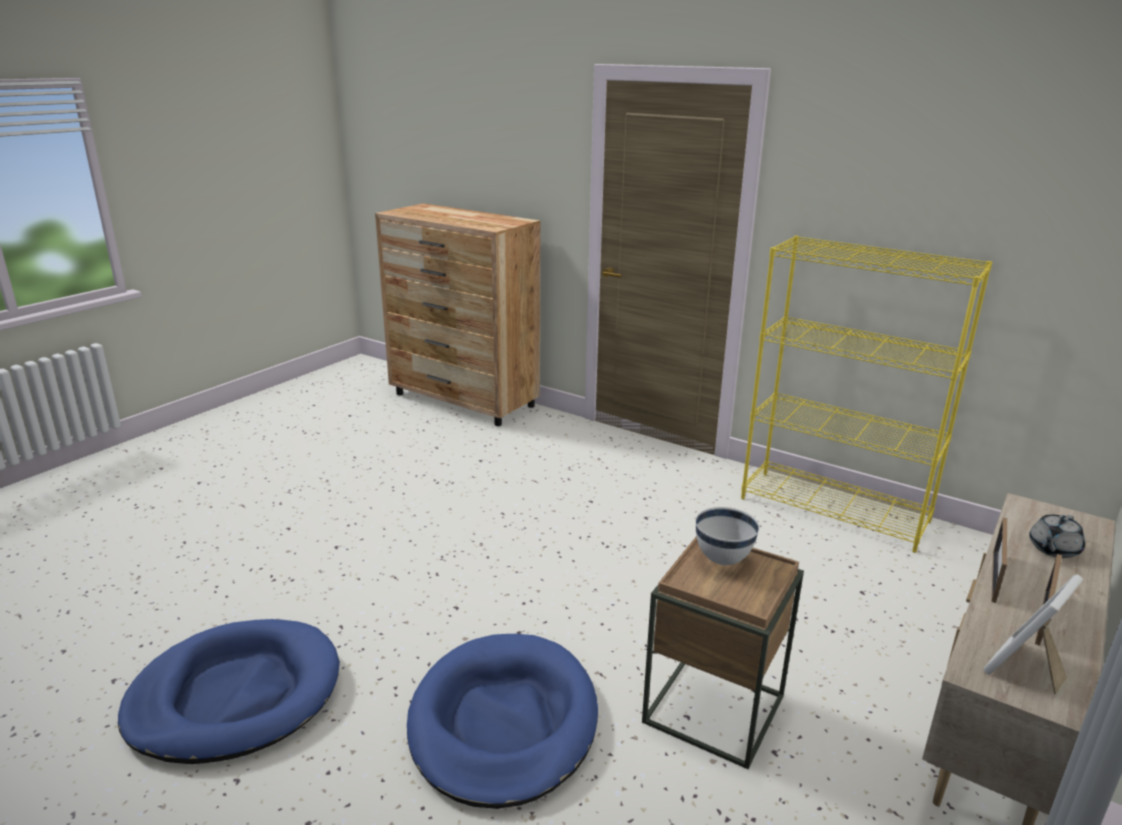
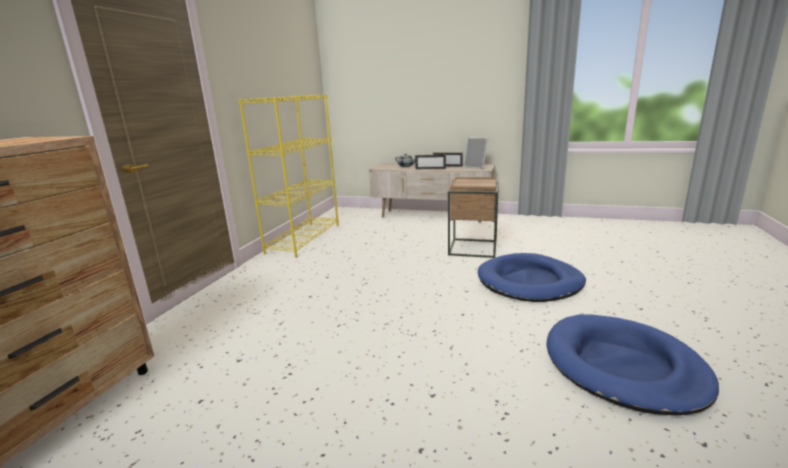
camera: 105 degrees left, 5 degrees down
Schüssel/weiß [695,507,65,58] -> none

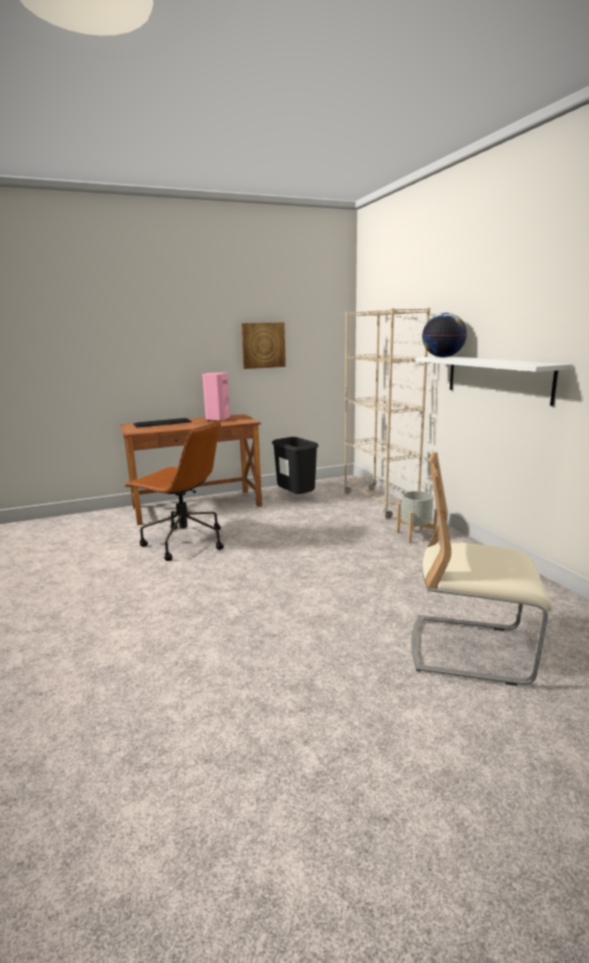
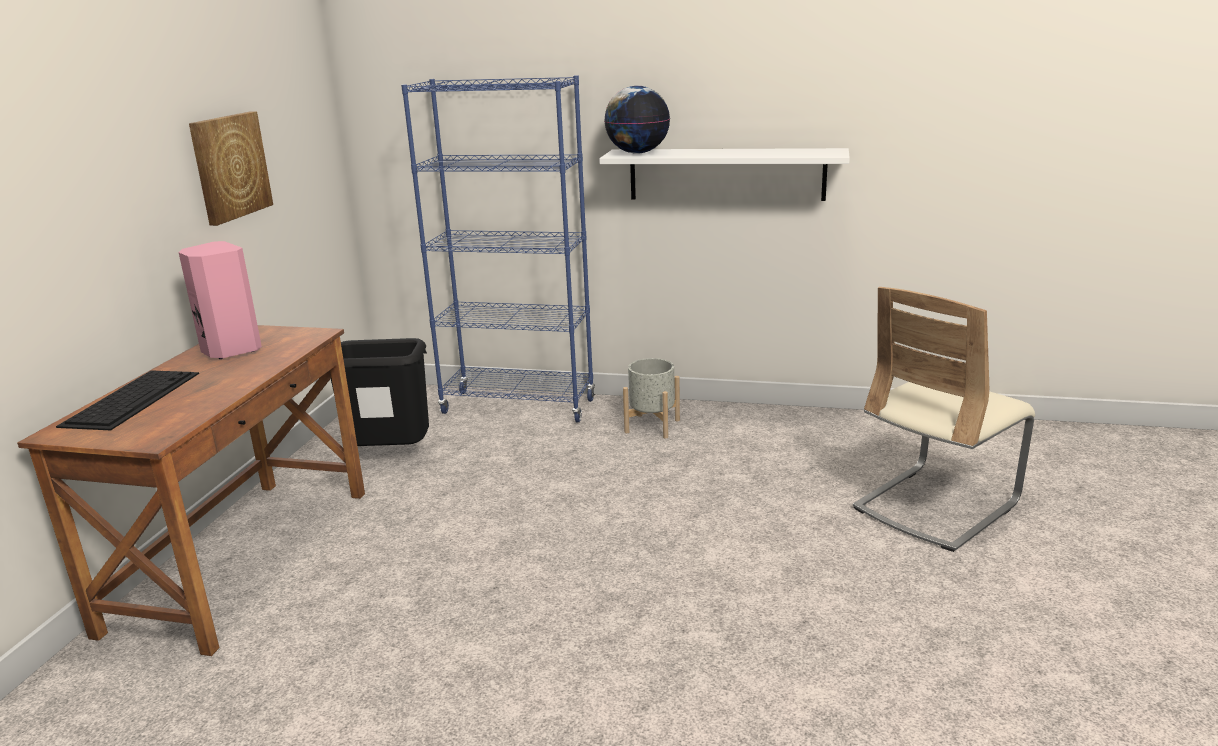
camera: 55 degrees left, 5 degrees up
Bücherregal/beige [344,308,86,211] -> Bücherregal/blau [401,75,194,347]
Bürostuhl/braun [124,421,100,140] -> none

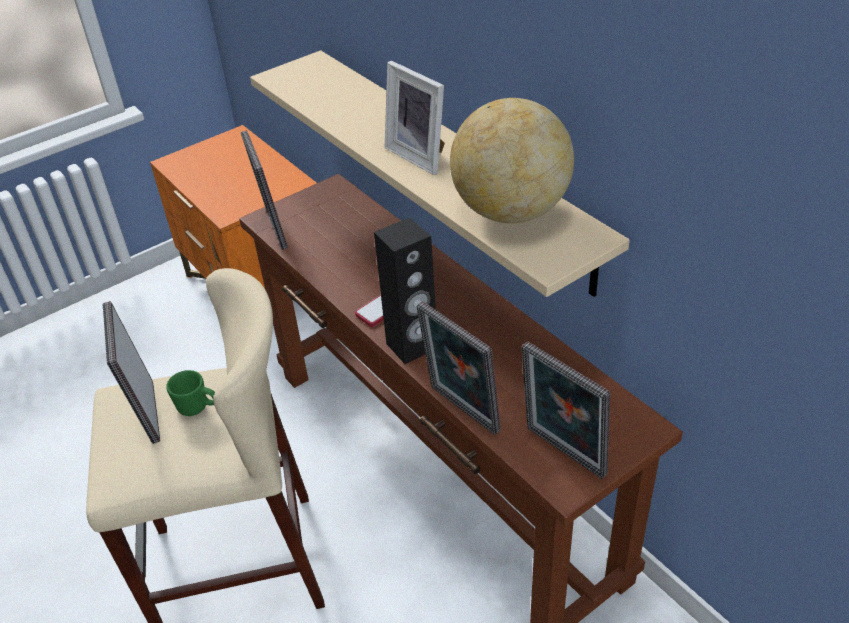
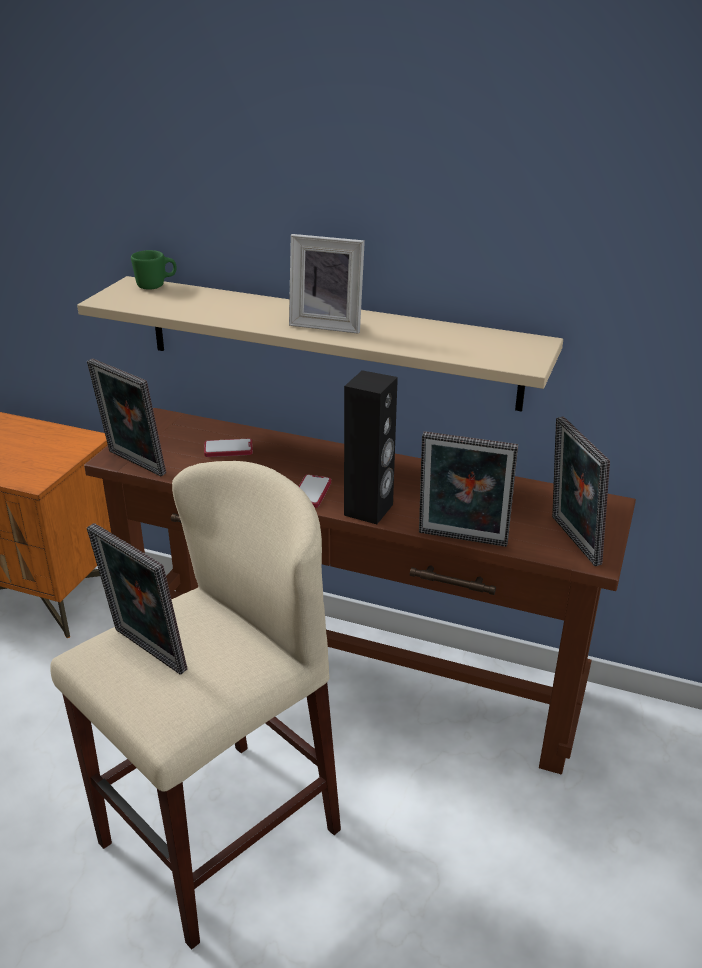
camera: 35 degrees left, 10 degrees down
Henkelbecher/grün [166,370,49,46] -> Henkelbecher/grün [131,250,46,40], moved
none -> Handy [204,439,49,18]
Bilderrahmen [522,341,88,138] -> Bilderrahmen [552,416,58,150], 60 degrees clockwise
Globus [450,98,124,125] -> none

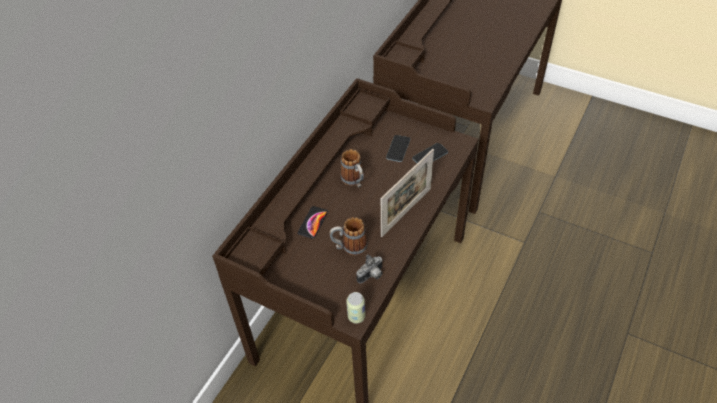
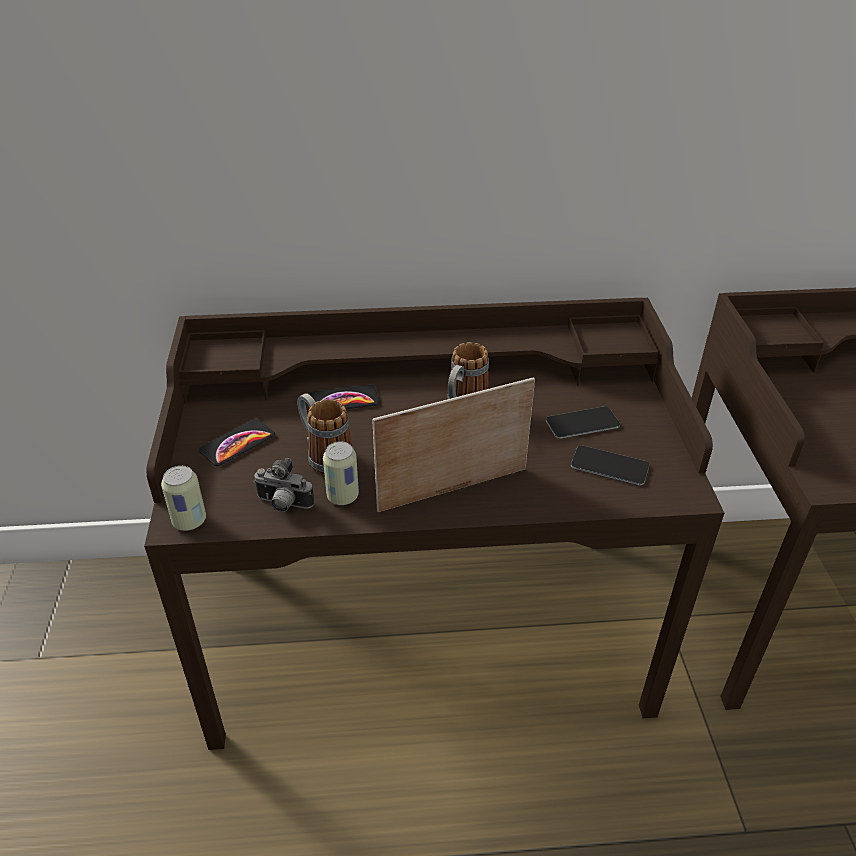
camera: 55 degrees right, 10 degrees down
none -> Handy [199,419,76,47]
none -> Dose [323,441,36,64]
Bilderrahmen [381,149,53,88] -> Bilderrahmen [372,377,163,135], 150 degrees clockwise

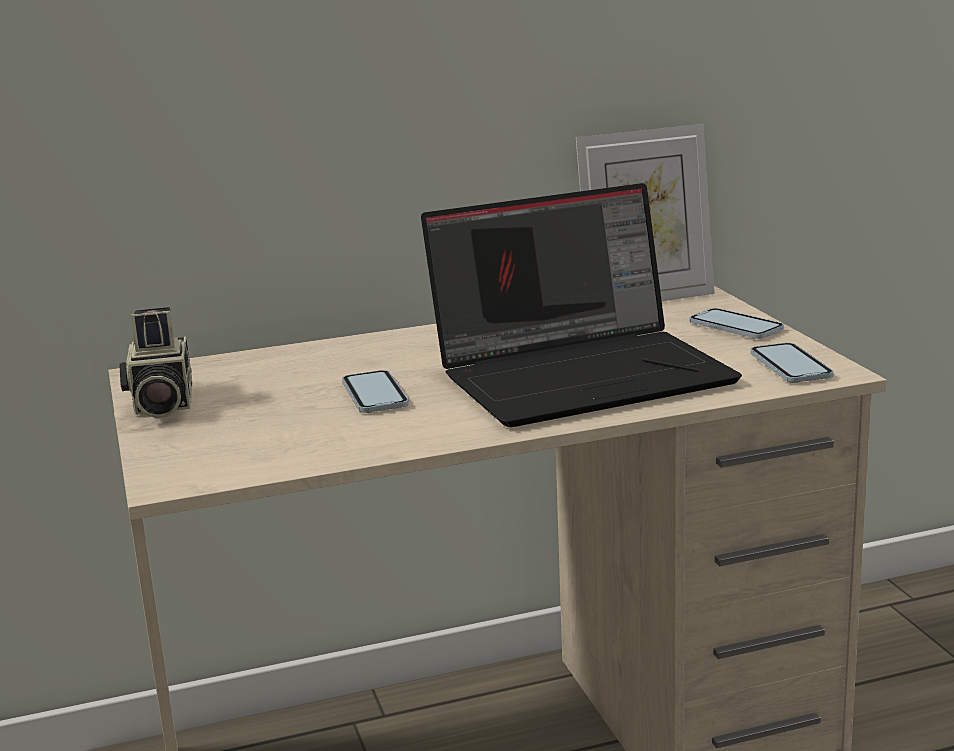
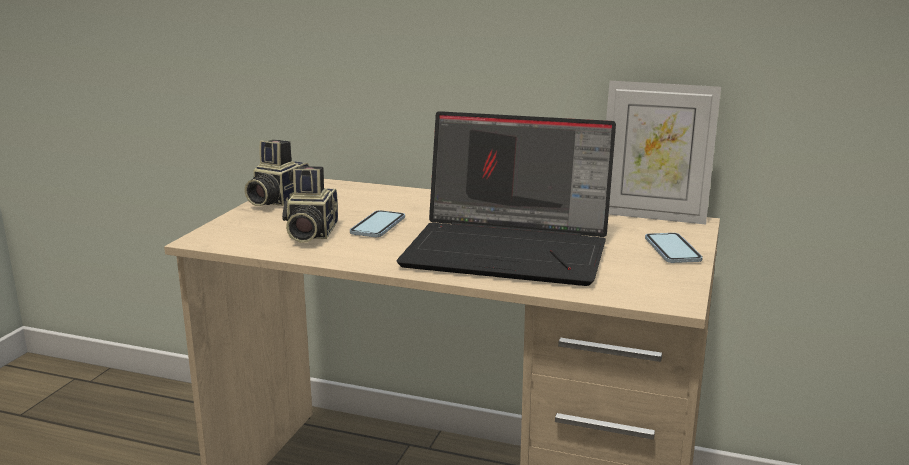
camera: 35 degrees right, 0 degrees up
none -> Kamera [282,166,56,77]
Handy [750,343,84,40] -> none

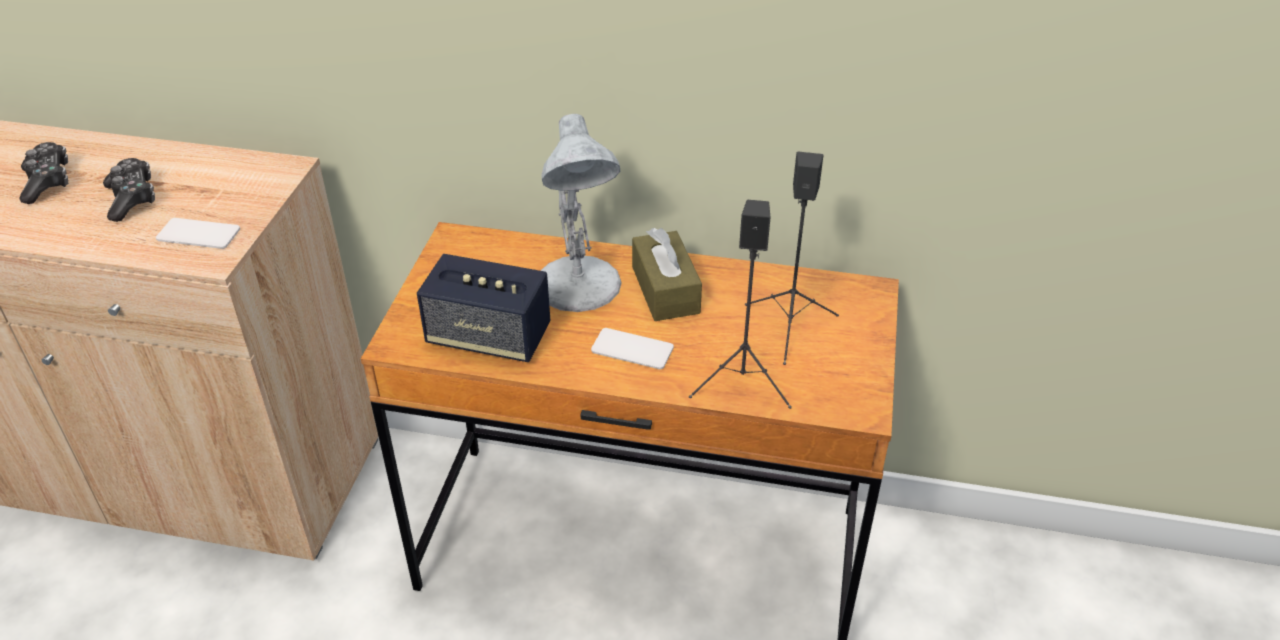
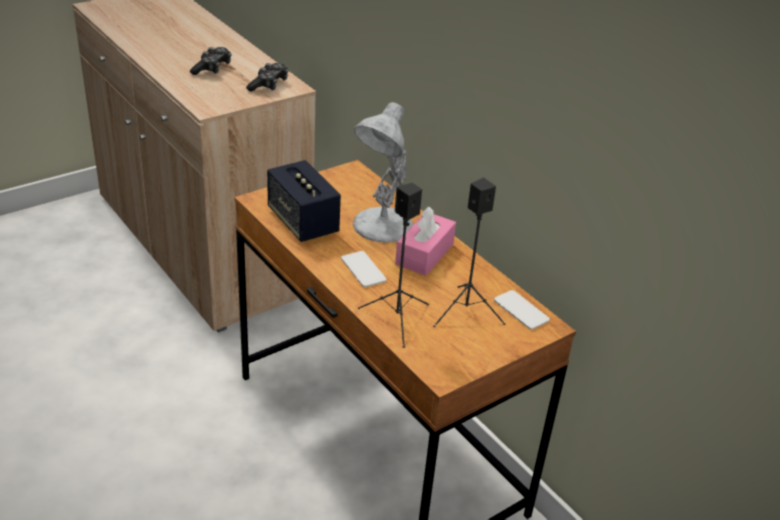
camera: 40 degrees right, 5 degrees down
Gamepad [19,142,49,62] -> Gamepad [246,63,43,29], moved
Taschentuchbox/braun [632,228,70,93] -> Taschentuchbox/rosa [395,207,61,69]
Handy [156,218,84,31] -> Handy [494,290,56,40], moved

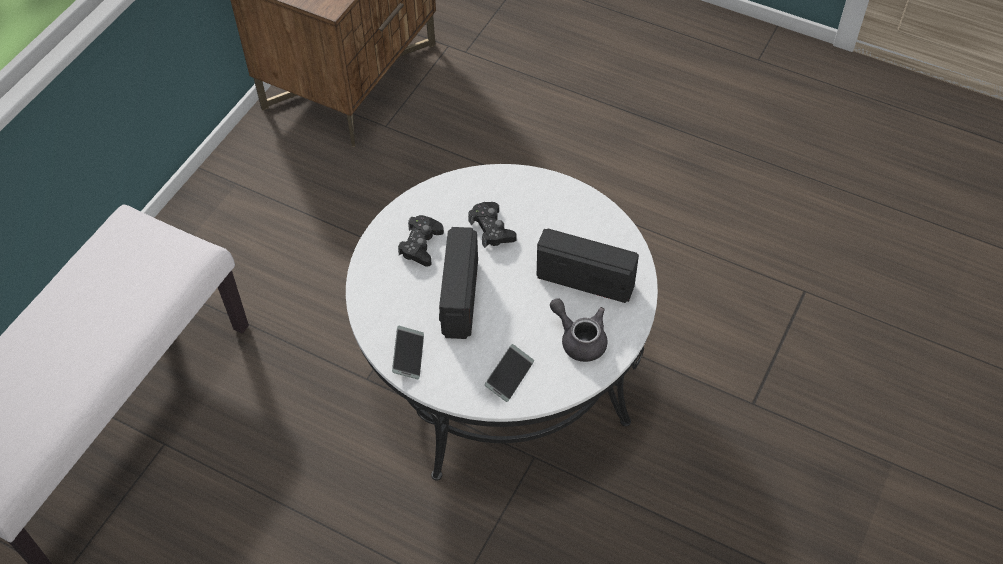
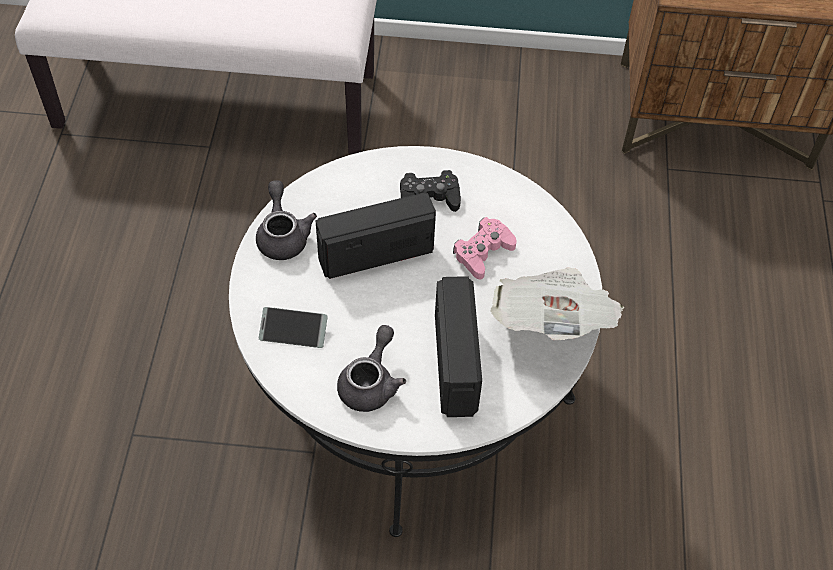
camera: 65 degrees right, 0 degrees up
Handy [392,326,32,54] -> Teekanne/grau [256,180,61,80]
Gamepad/schwarz [468,202,49,46] -> Gamepad/rosa [453,217,64,62]
none -> Zeitung [490,267,134,73]

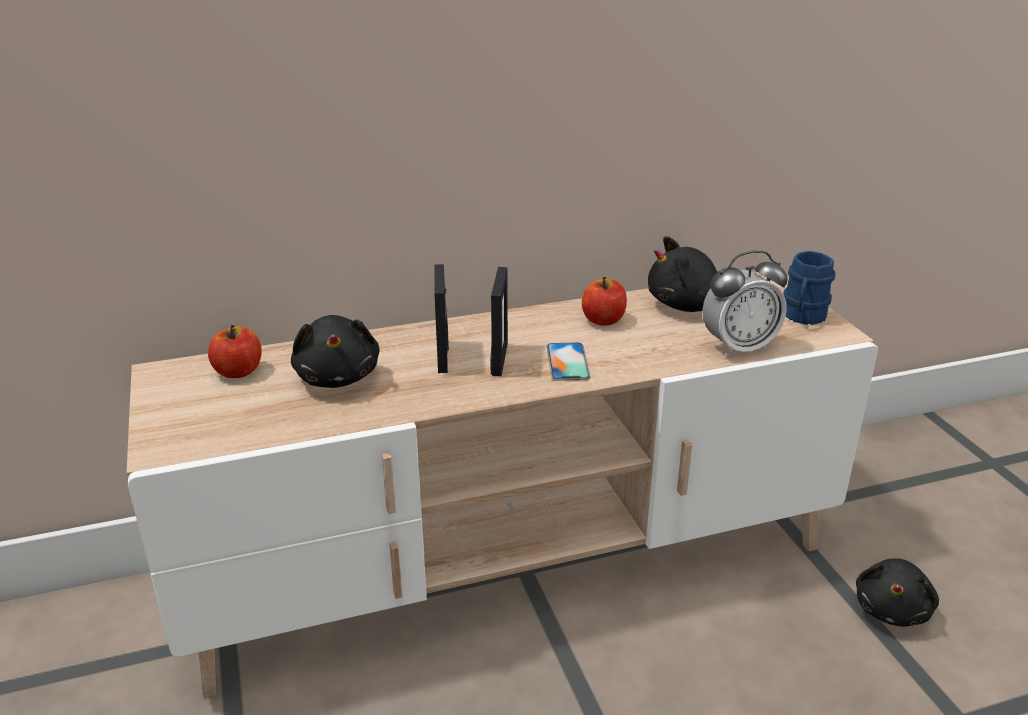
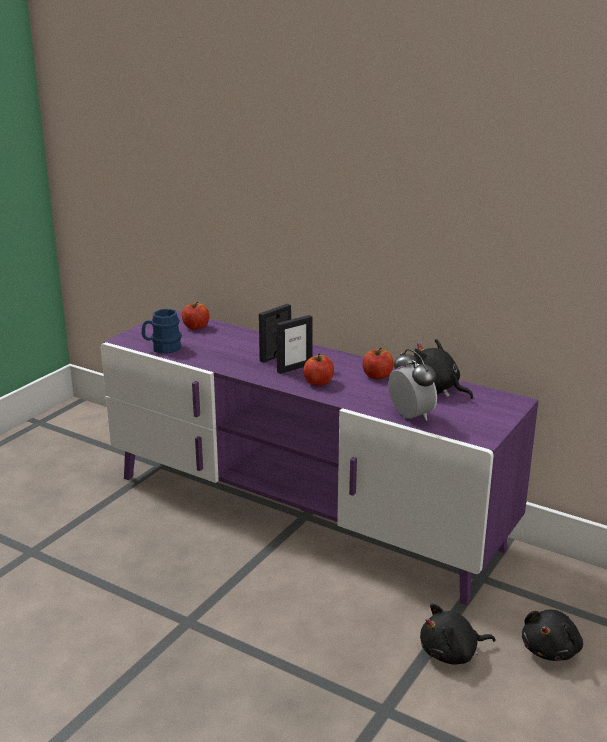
camera: 50 degrees right, 5 degrees down
Fernsehschrank/beige [126,272,752,425] -> Fernsehschrank/lila [101,311,438,294]
Henkelbecher/blau [783,251,52,74] -> Henkelbecher/blau [142,309,40,45], moved
Handy [546,343,44,38] -> Apfel [303,353,31,33]
Wecker [702,250,86,107] -> Wecker [388,349,49,72], 150 degrees counterclockwise
Plüschtier/schwarz [291,315,89,73] -> Plüschtier/schwarz [522,609,61,52], moved

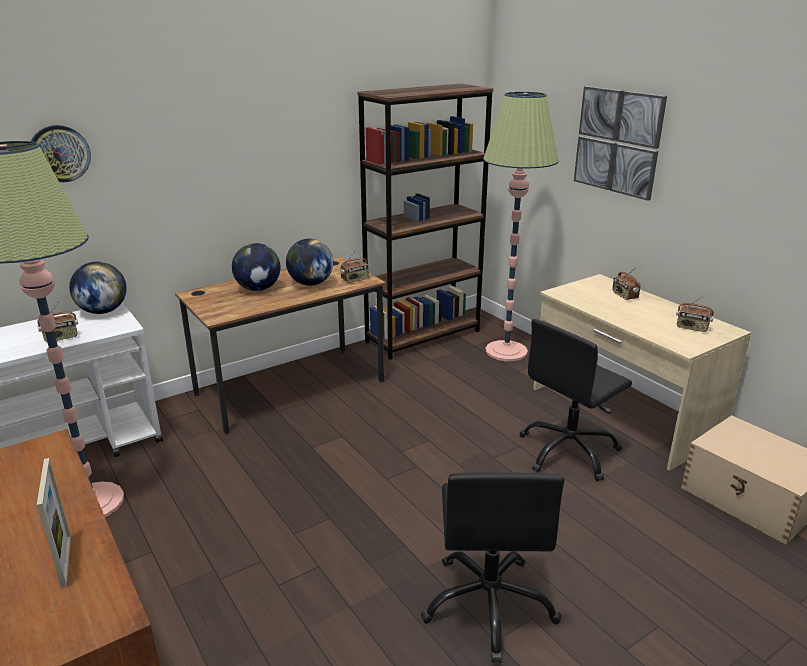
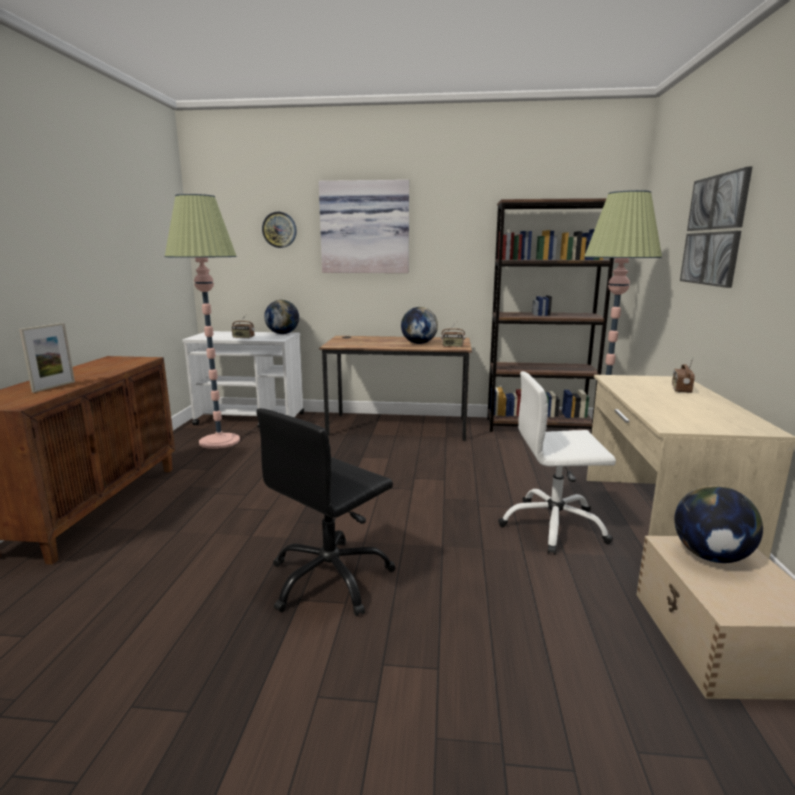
camera: 40 degrees right, 10 degrees down
none -> Bild [319,180,90,93]
Bürostuhl/schwarz [519,319,113,163] -> Bürostuhl/weiß [498,371,118,184]
Globus [232,243,49,48] -> Globus [674,485,89,78], moved
Radio [676,295,38,37] -> none

